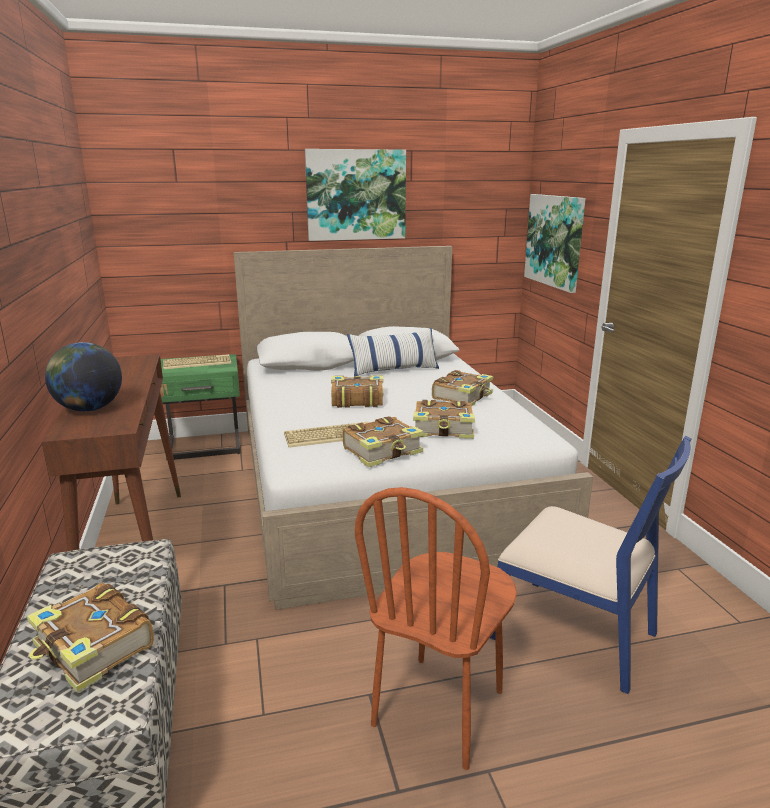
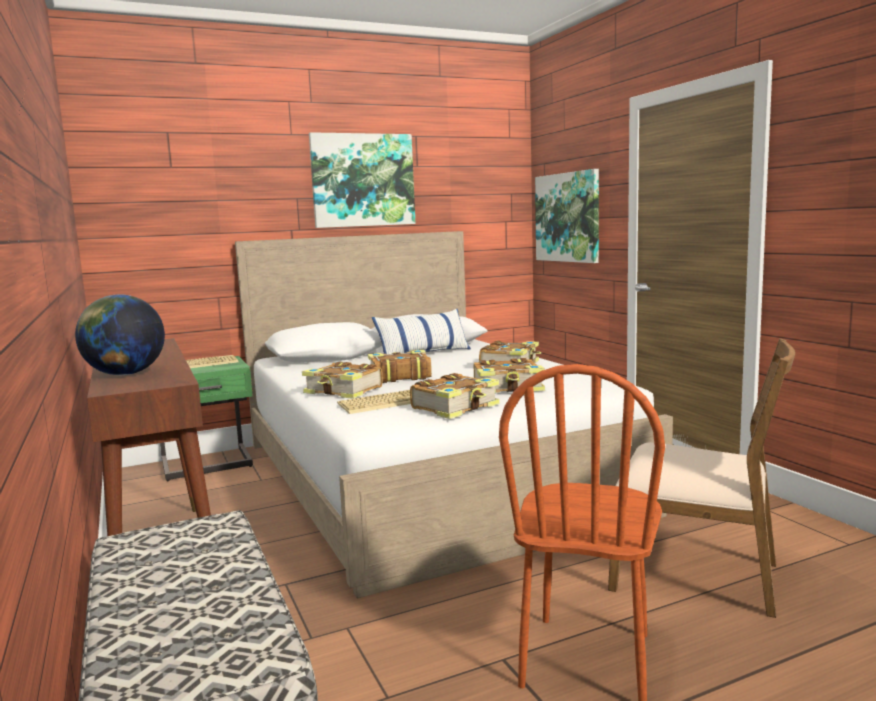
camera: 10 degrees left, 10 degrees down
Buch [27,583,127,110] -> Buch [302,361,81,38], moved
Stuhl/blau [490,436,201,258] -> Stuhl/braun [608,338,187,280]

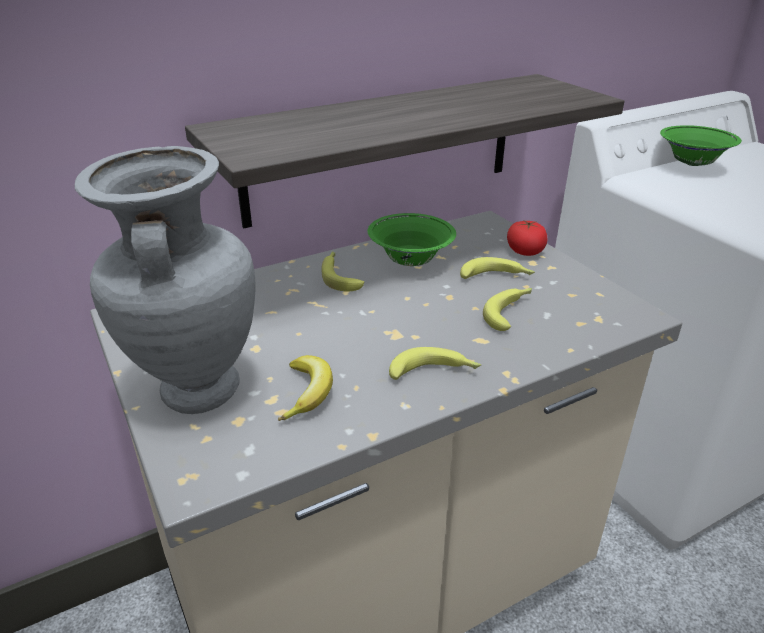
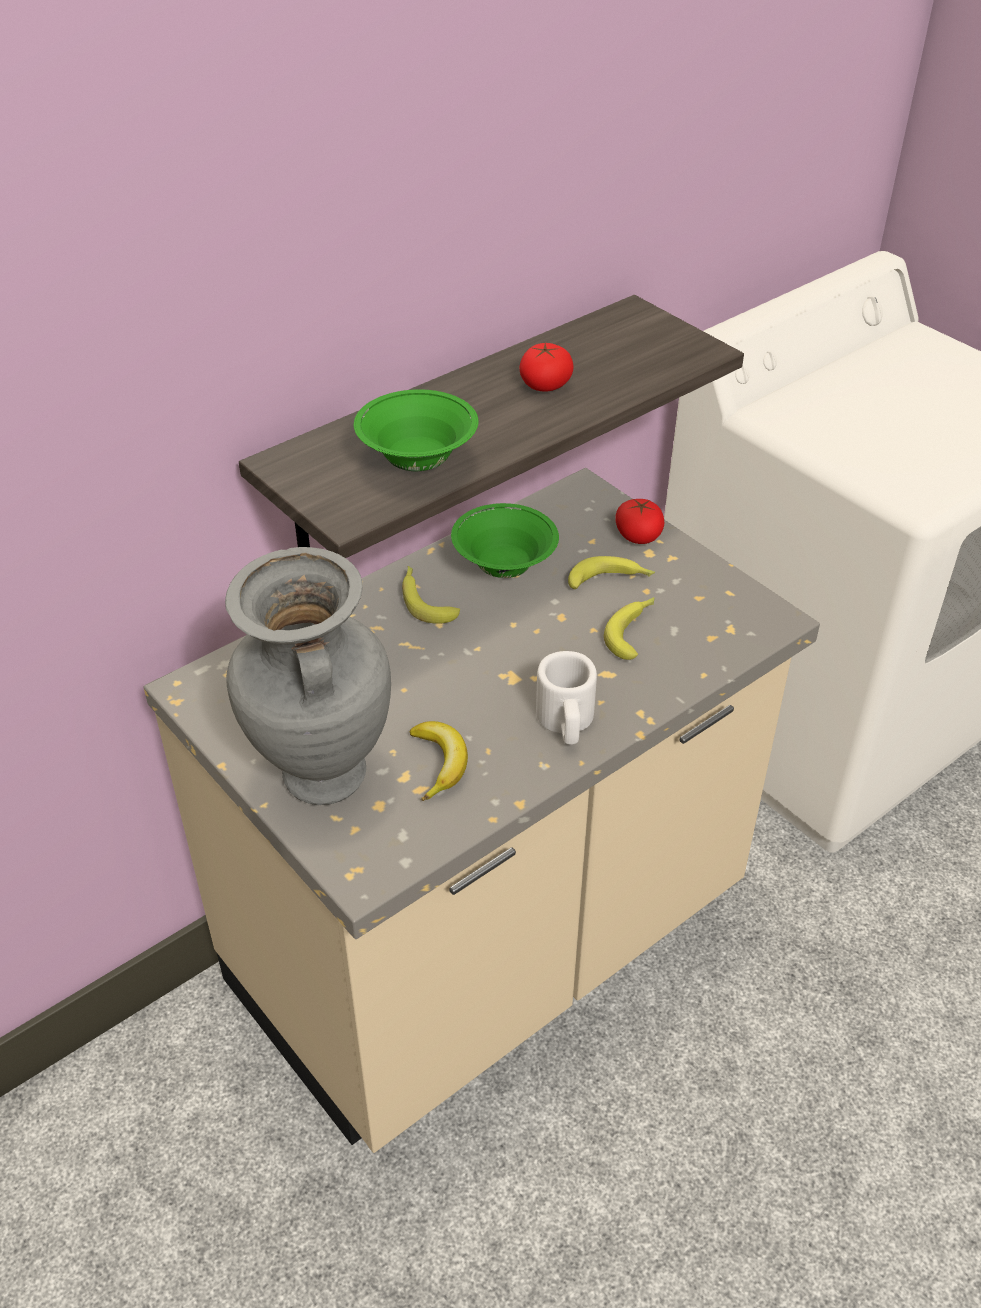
camera: 10 degrees left, 10 degrees up
Schüssel/grün [660,125,82,41] -> Schüssel/grün [354,389,125,82], moved
none -> Tomate [519,343,55,48]
Banane [389,347,93,33] -> Henkelbecher/weiß [536,651,61,94]

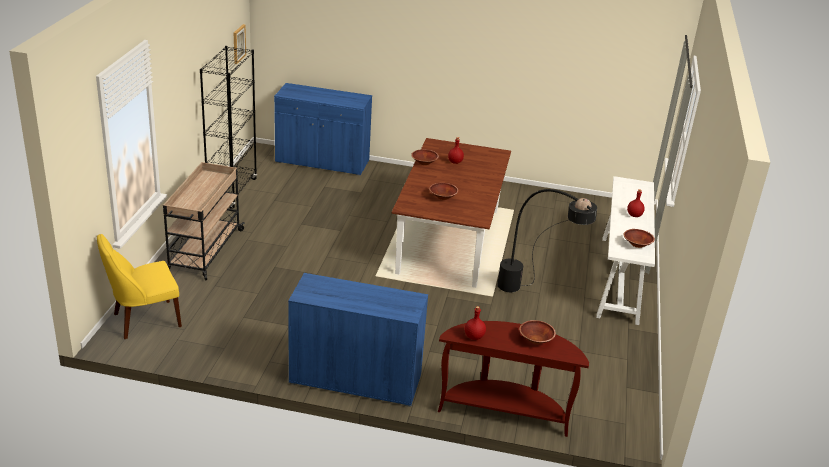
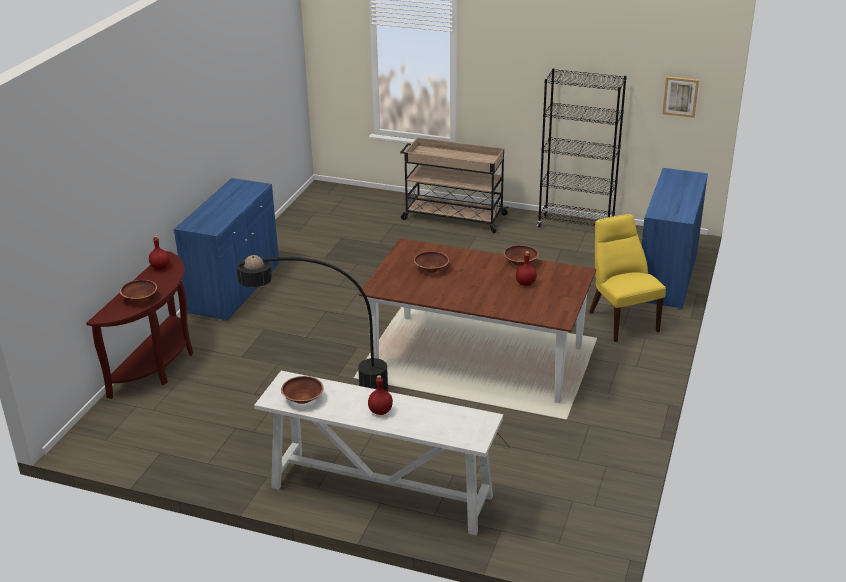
camera: 100 degrees right, 0 degrees up
Stuhl/gelb [97,234,85,105] -> Stuhl/gelb [589,214,77,128], moved

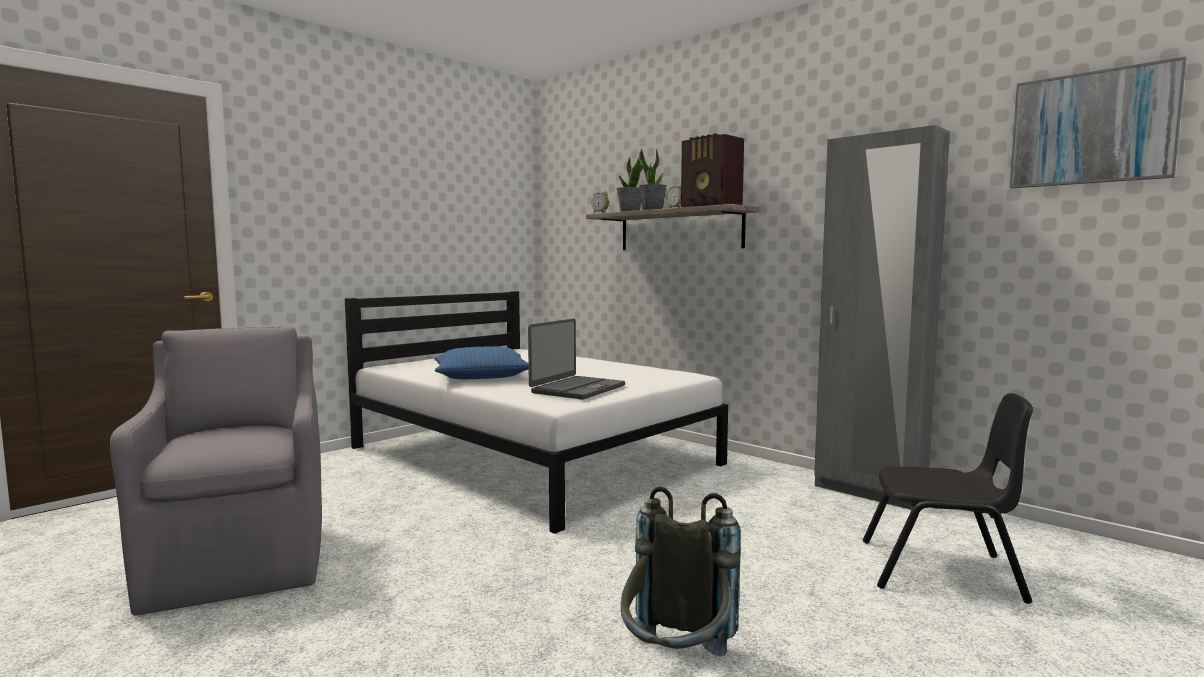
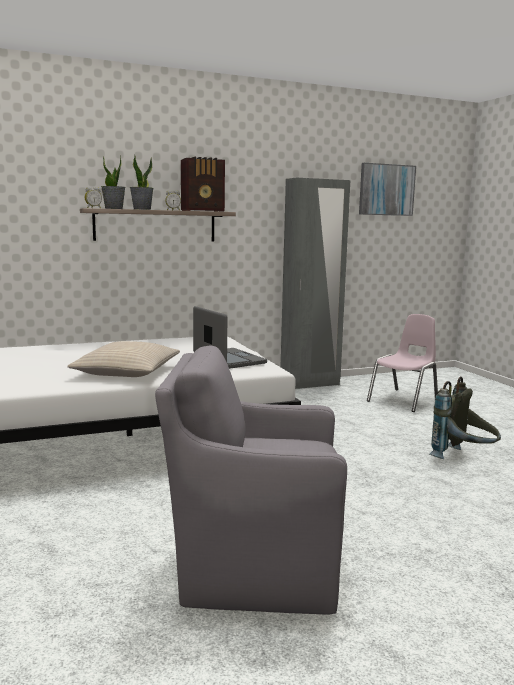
camera: 65 degrees left, 5 degrees up
Kissen/blau [434,346,95,33] -> Kissen/beige [67,341,113,36]
Stuhl/schwarz [863,393,170,211] -> Stuhl/rosa [367,314,71,98]

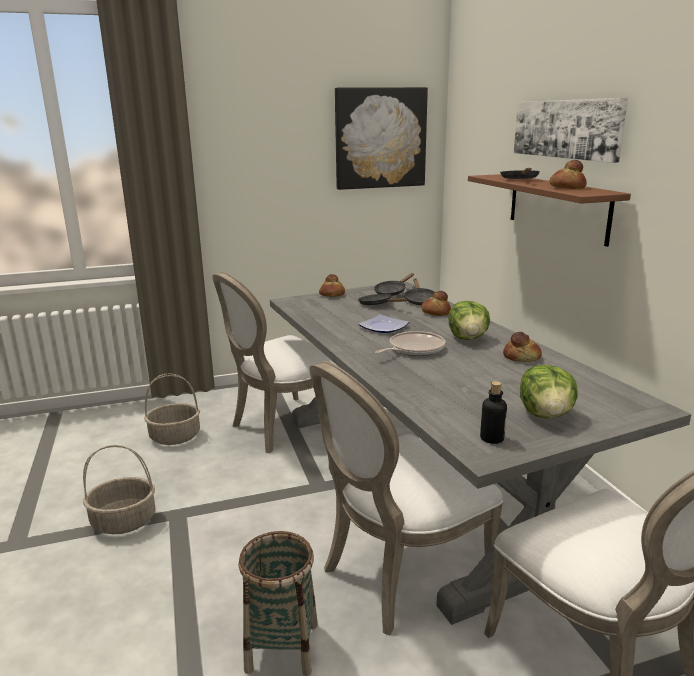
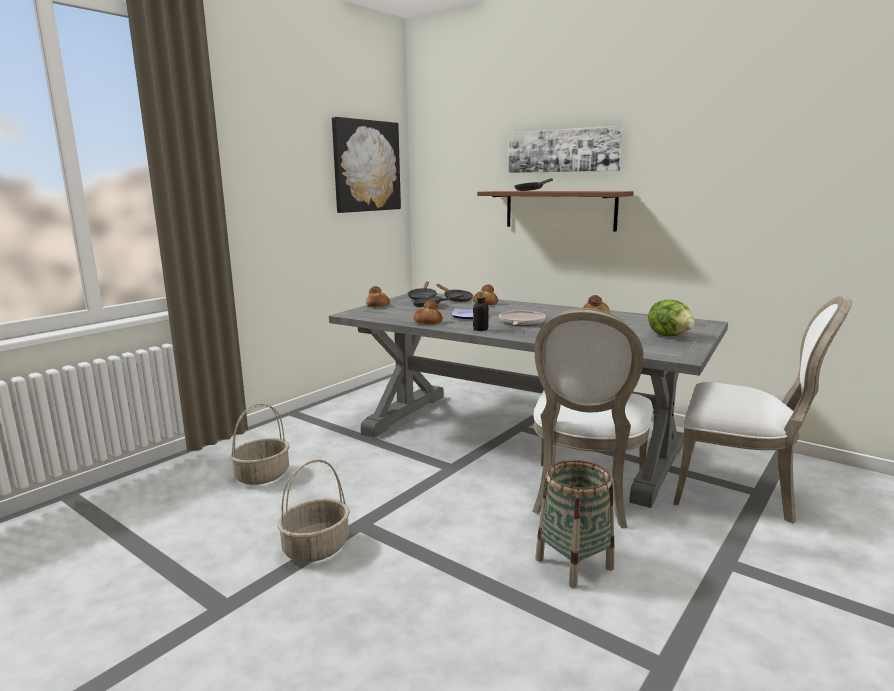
camera: 35 degrees left, 5 degrees down
Brot [550,160,37,29] -> Brot [413,300,30,24], moved
Flasche [480,381,27,63] -> Flasche [473,291,16,40], moved
Stuhl/weiß [212,272,124,181] -> none
Salatkopf [449,301,41,39] -> none

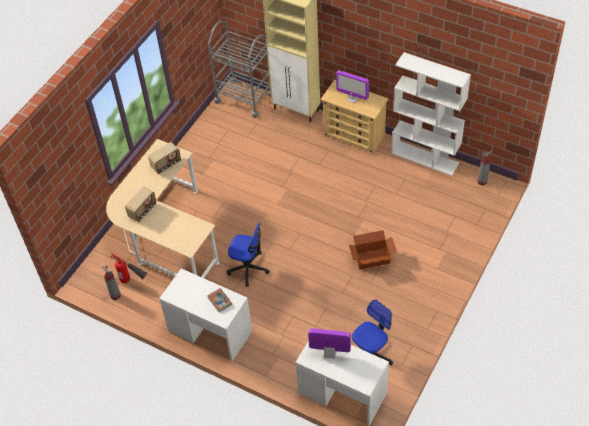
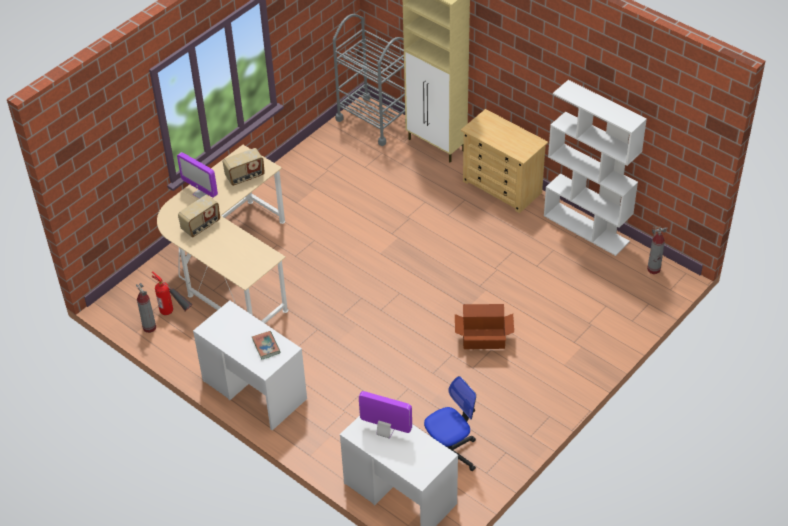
camera: 10 degrees right, 5 degrees down
Monitor [336,70,33,33] -> Monitor [177,152,41,47], moved
Bürostuhl [227,223,42,64] -> none

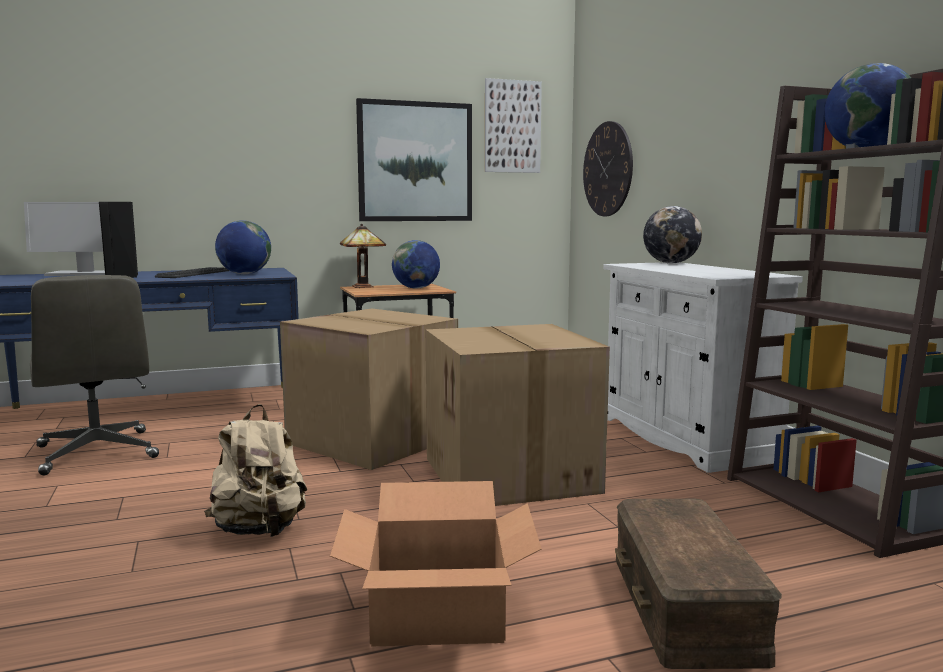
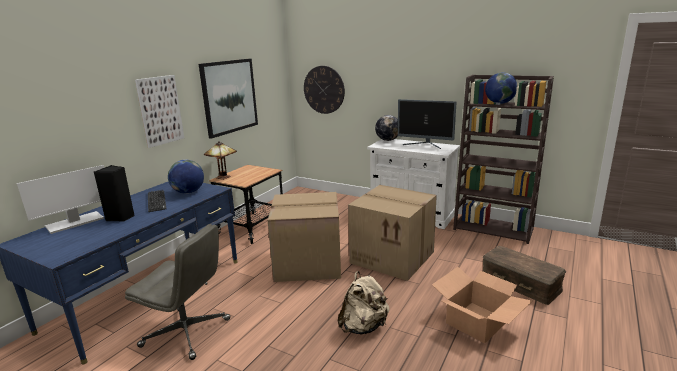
camera: 40 degrees left, 10 degrees up
Bild [485,78,57,95] -> Bild [135,75,49,73], moved
none -> Monitor [398,99,58,50]
Globus [392,240,48,49] -> none

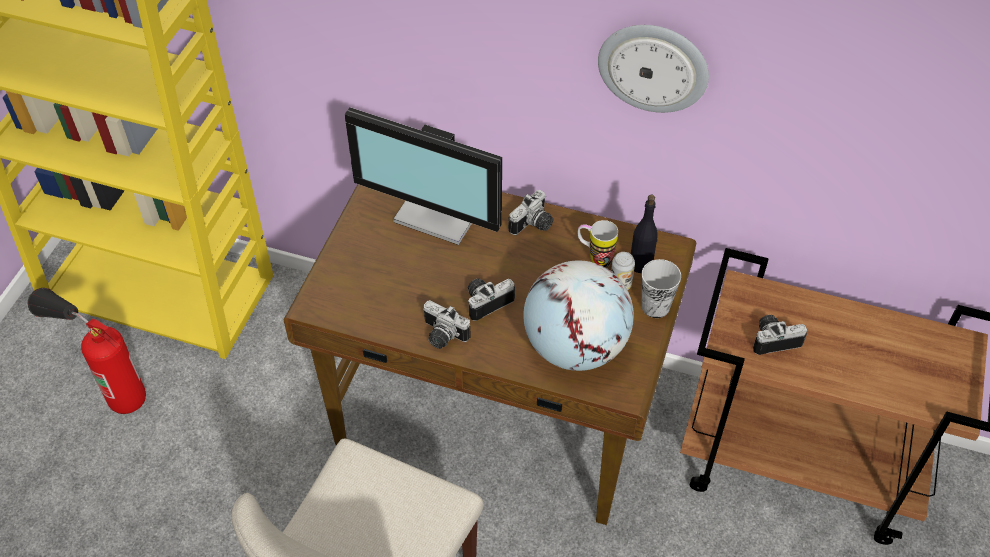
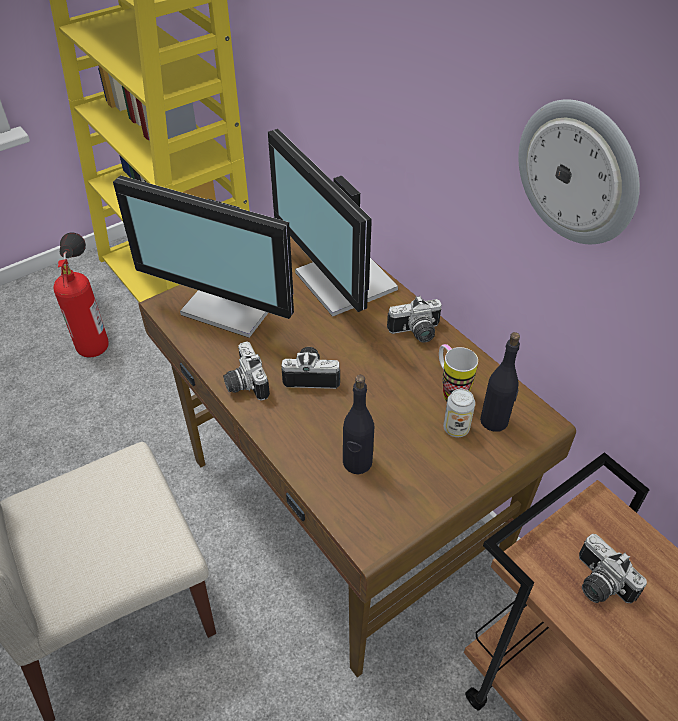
camera: 35 degrees right, 5 degrees down
none -> Monitor [113,175,181,163]
Globus [523,261,111,110] -> Flasche/schwarz [343,375,31,100]
Kamera [753,315,54,40] -> Kamera [579,534,68,69], 150 degrees counterclockwise
Tasse [642,259,39,59] -> none

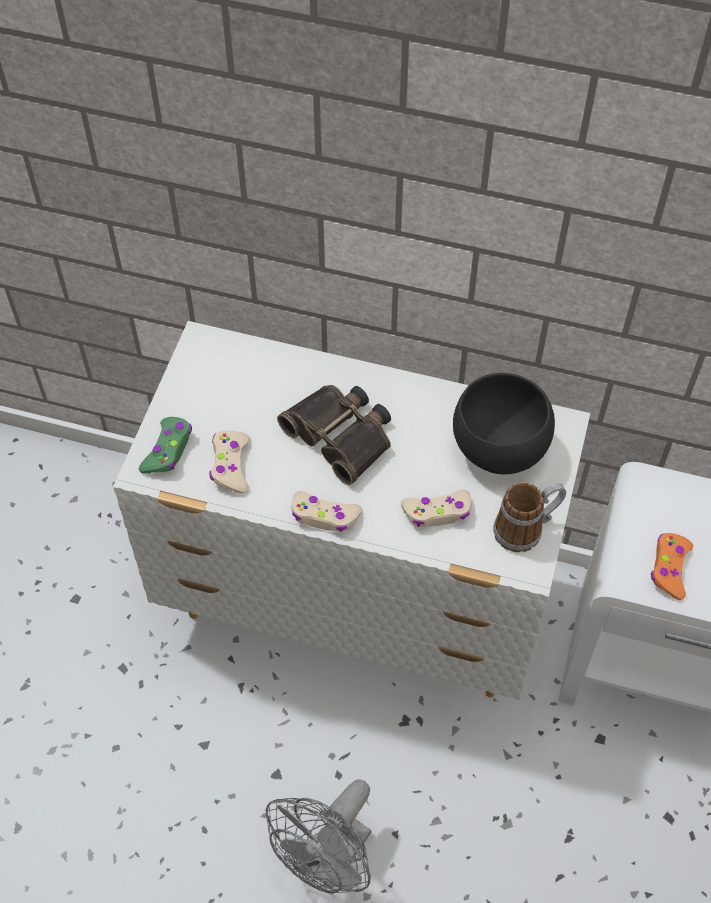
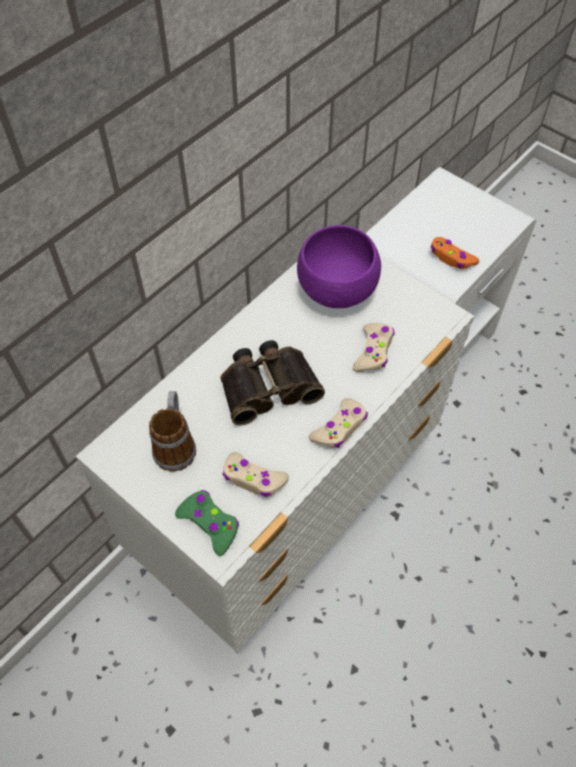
camera: 65 degrees left, 0 degrees up
Henkelbecher [493,482,73,70] -> Henkelbecher [149,391,47,81], moved
Schüssel/schwarz [453,373,102,101] -> Schüssel/lila [297,225,84,83]
Ventilator/grau [266,779,105,115] -> none

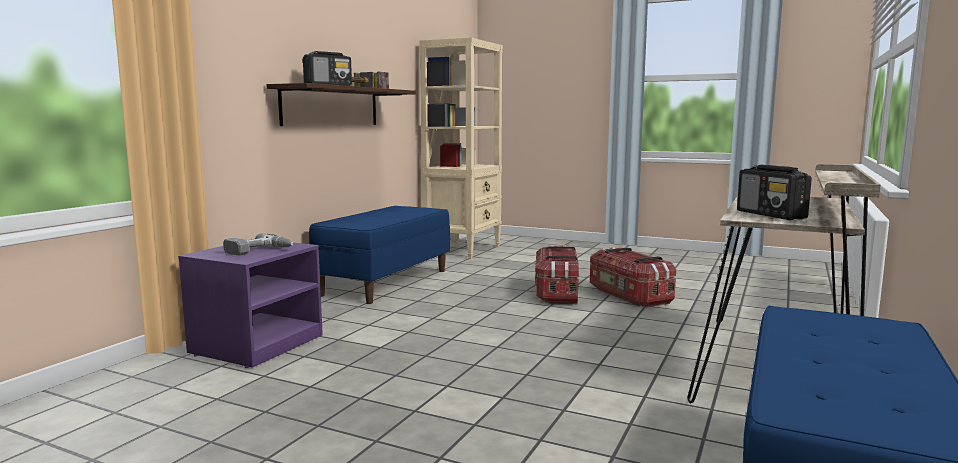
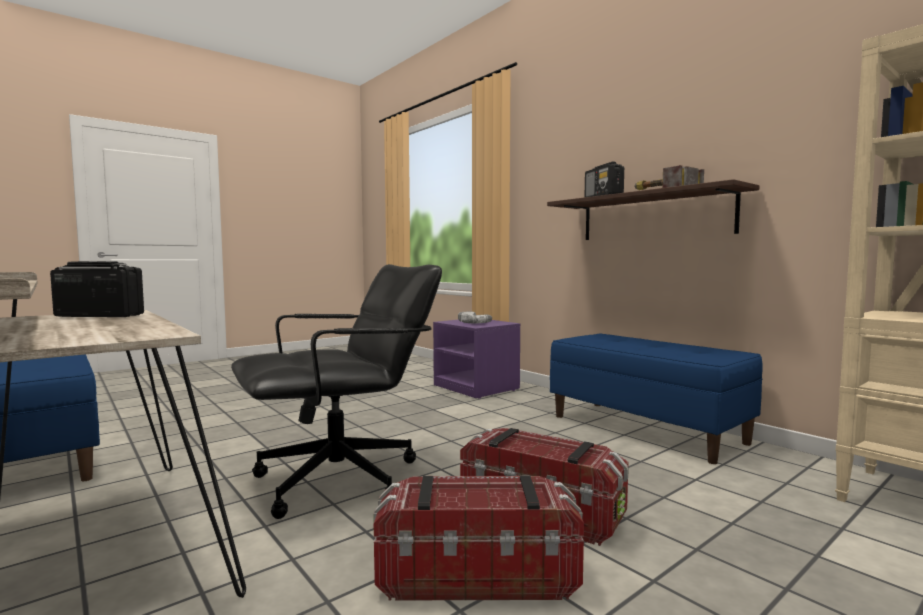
camera: 115 degrees right, 5 degrees down
none -> Bürostuhl/schwarz [231,264,211,255]

